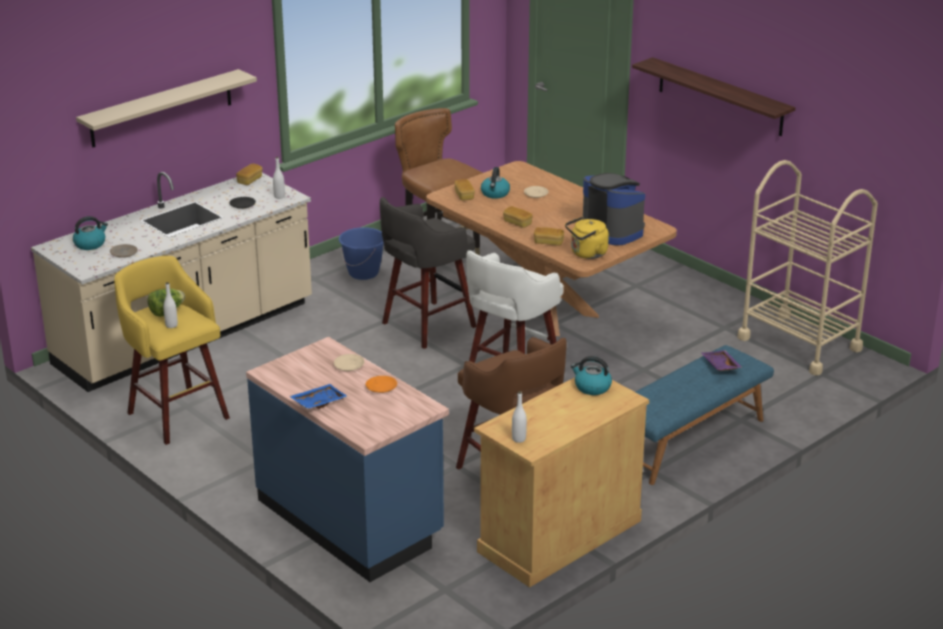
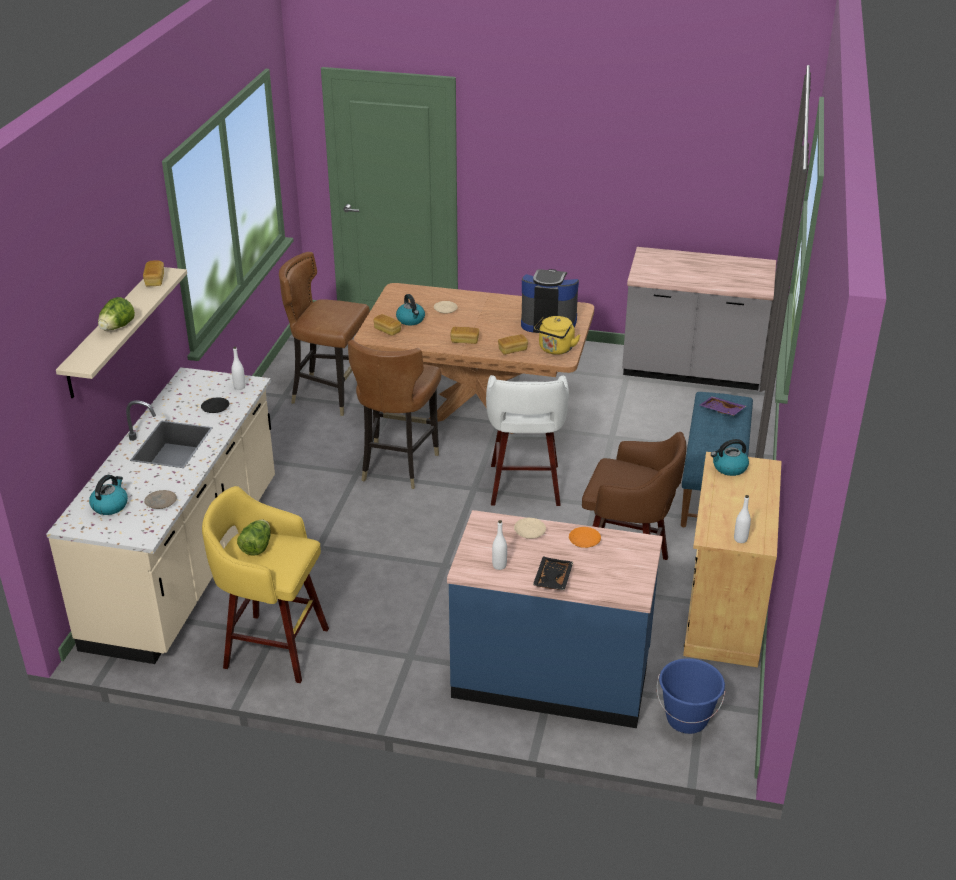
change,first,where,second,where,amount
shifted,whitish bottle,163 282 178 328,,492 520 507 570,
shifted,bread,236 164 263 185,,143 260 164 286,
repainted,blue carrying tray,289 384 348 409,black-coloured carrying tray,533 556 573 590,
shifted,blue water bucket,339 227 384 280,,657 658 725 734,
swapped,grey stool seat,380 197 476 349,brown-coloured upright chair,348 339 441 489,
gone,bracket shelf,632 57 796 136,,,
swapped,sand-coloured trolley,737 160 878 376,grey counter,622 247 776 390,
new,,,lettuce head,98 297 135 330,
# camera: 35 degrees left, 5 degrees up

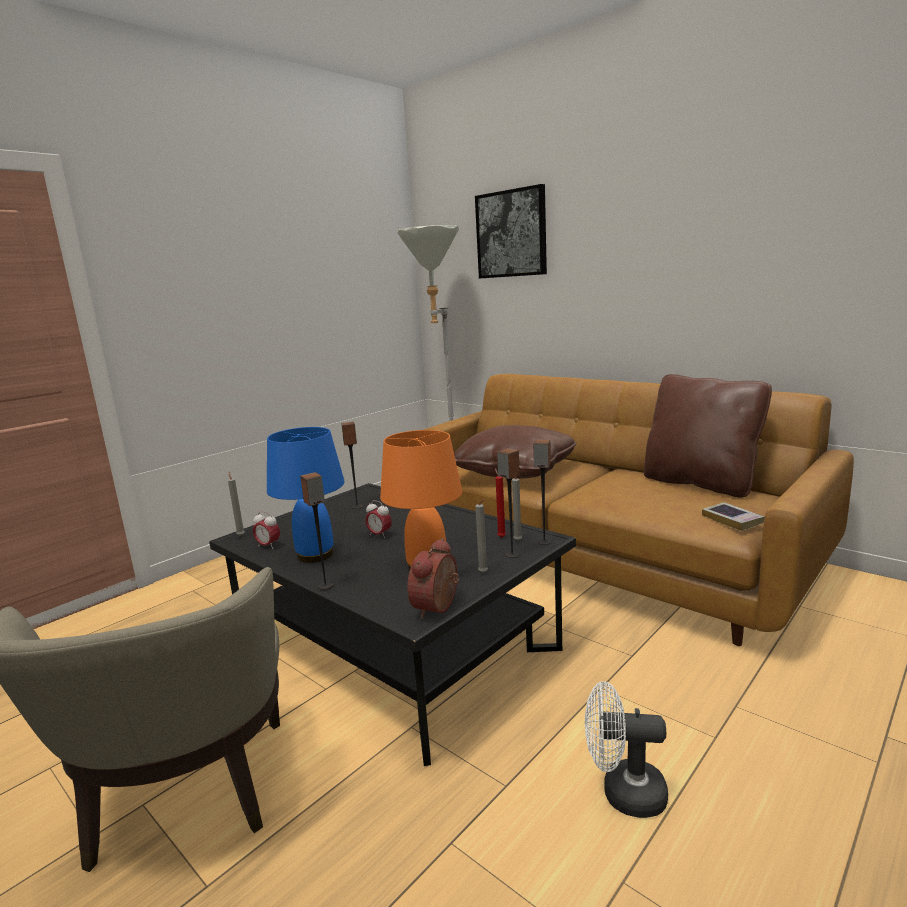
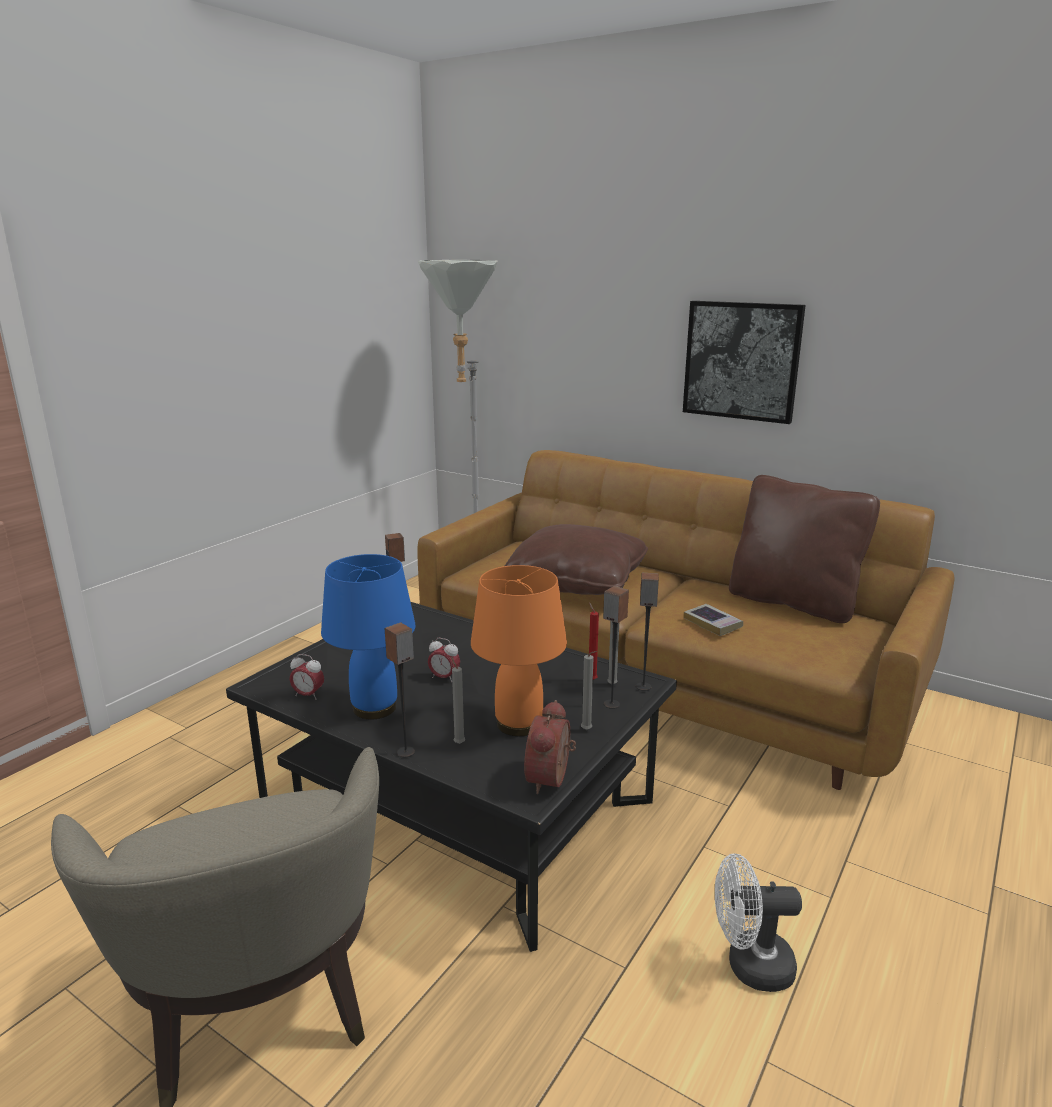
change,first,where,second,where,amount
shifted,grey wax light,228 472 245 536,,451 656 465 744,
shifted,picture,475 184 547 279,,683 301 806 424,
shifted,bound book,702 502 765 531,,684 604 743 636,
# camera: 10 degrees left, 5 degrees up

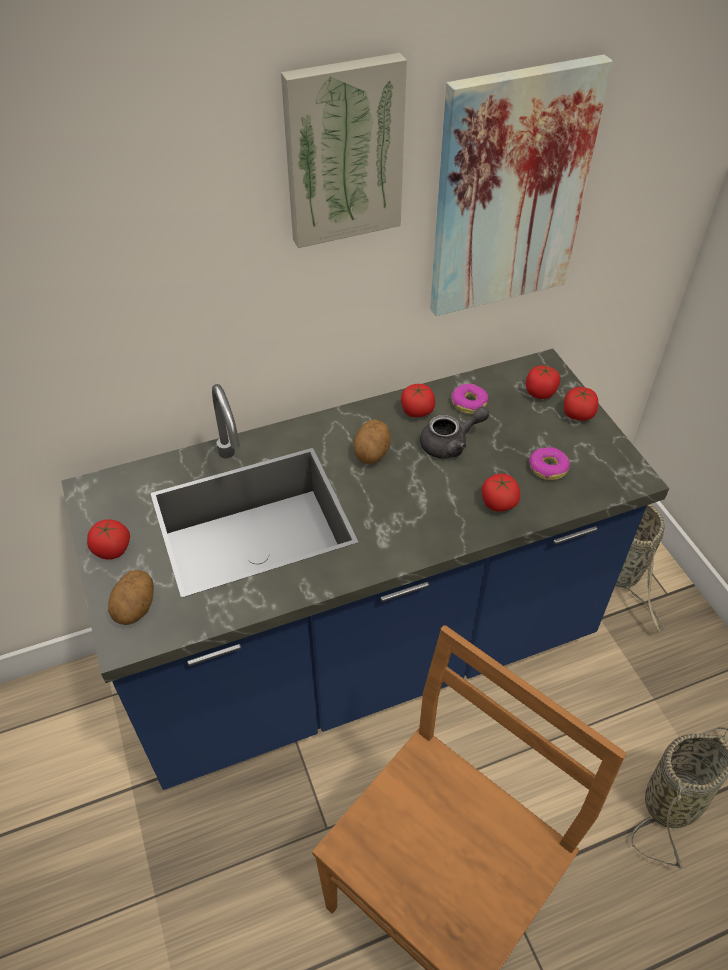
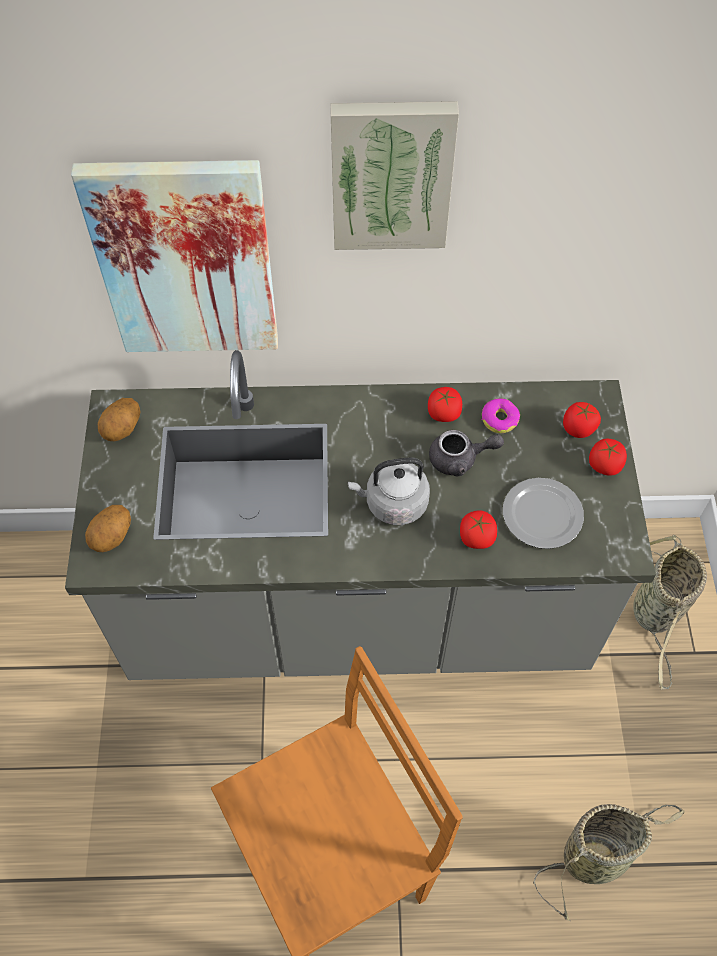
change,first,where,second,where,amount
repainted,blue counter,61 349 669 790,grey counter,65 350 656 680,
gone,whole tomato,87 519 130 560,,,
shifted,spud,354 419 390 464,,98 398 141 441,
shifted,picture,430 54 613 316,,71 160 278 352,
swapped,doughnut,529 447 570 480,plate,503 478 584 549,
new,,,grey water kettle,348 458 430 525,
# camera: 20 degrees right, 10 degrees up

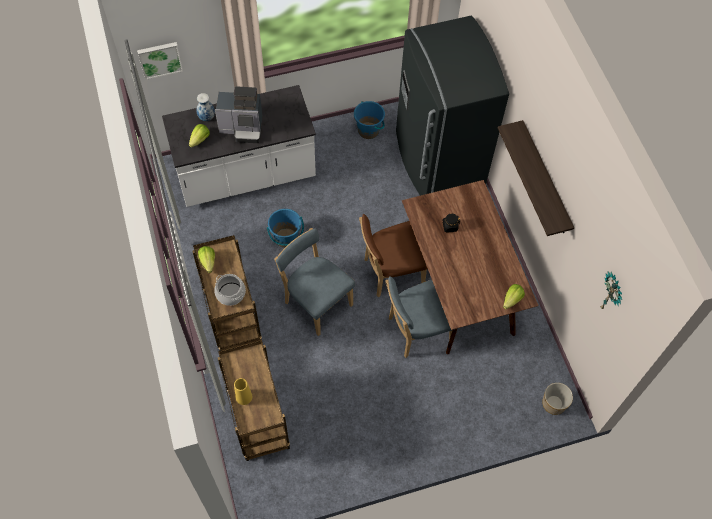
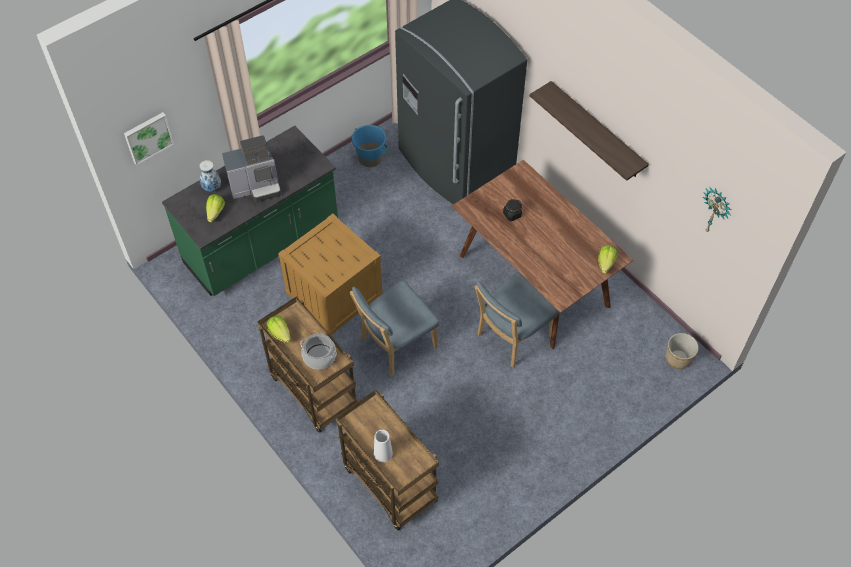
change,first,where,second,where,amount
repainted,whitish counter,162 85 316 207,green-coloured counter,162 126 338 296,
repainted,yellow-coloured decorative vase,234 378 252 405,whitish decorative vase,374 430 393 462,
swapped,blue water bucket,267 209 304 248,shipping crate,278 214 383 335,
rotated,blue upright chair,274 228 355 336,,350 281 440 376,60 degrees counterclockwise
gone,brown-coloured upright chair,359 214 428 297,,,
# camera: 20 degrees left, 5 degrees down

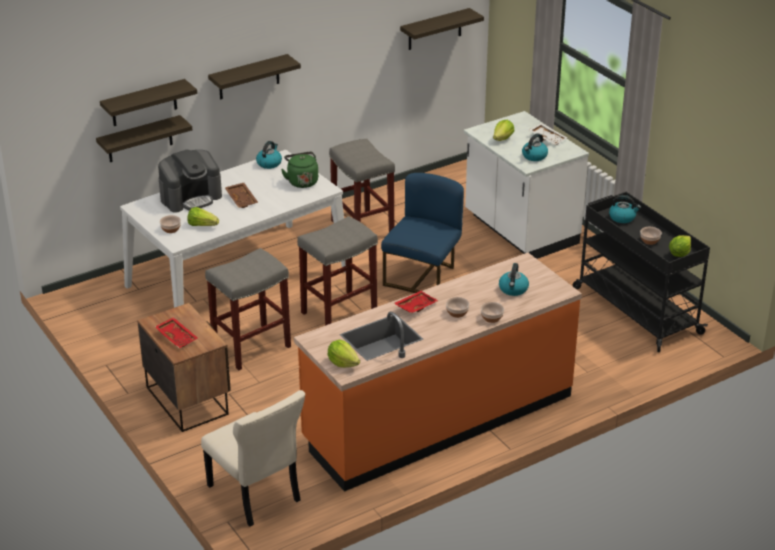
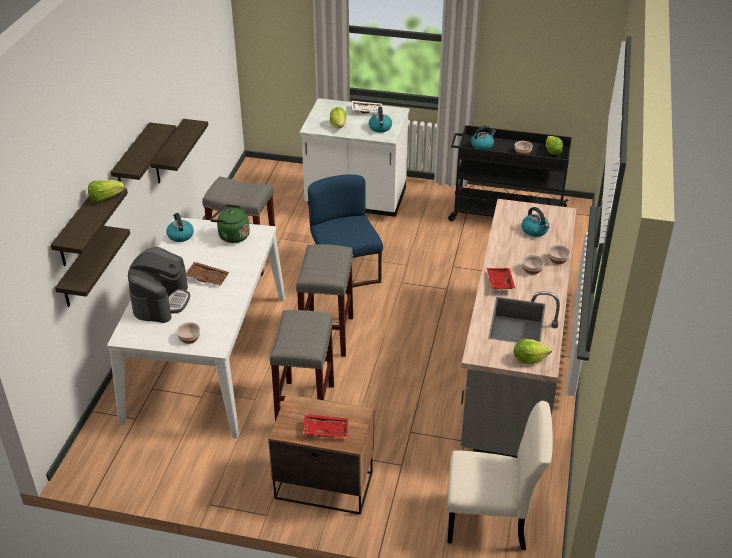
change,first,where,second,where,amount
shifted,lettuce head,188 207 219 226,,88 180 125 203,
repainted,orange-coloured counter,294 253 582 492,grey counter,461 199 576 458,
shifted,bracket shelf,400 8 484 50,,151 119 208 183,
# camera: 45 degrees left, 5 degrees up

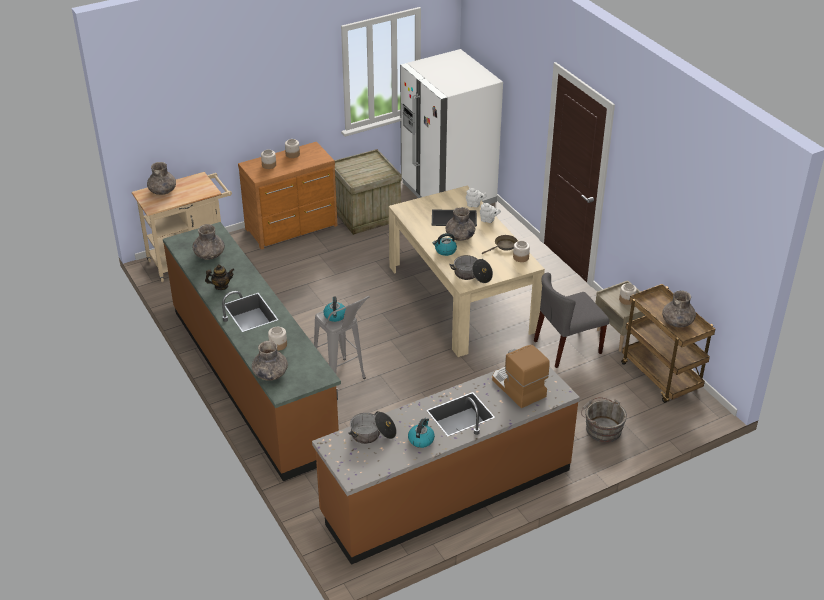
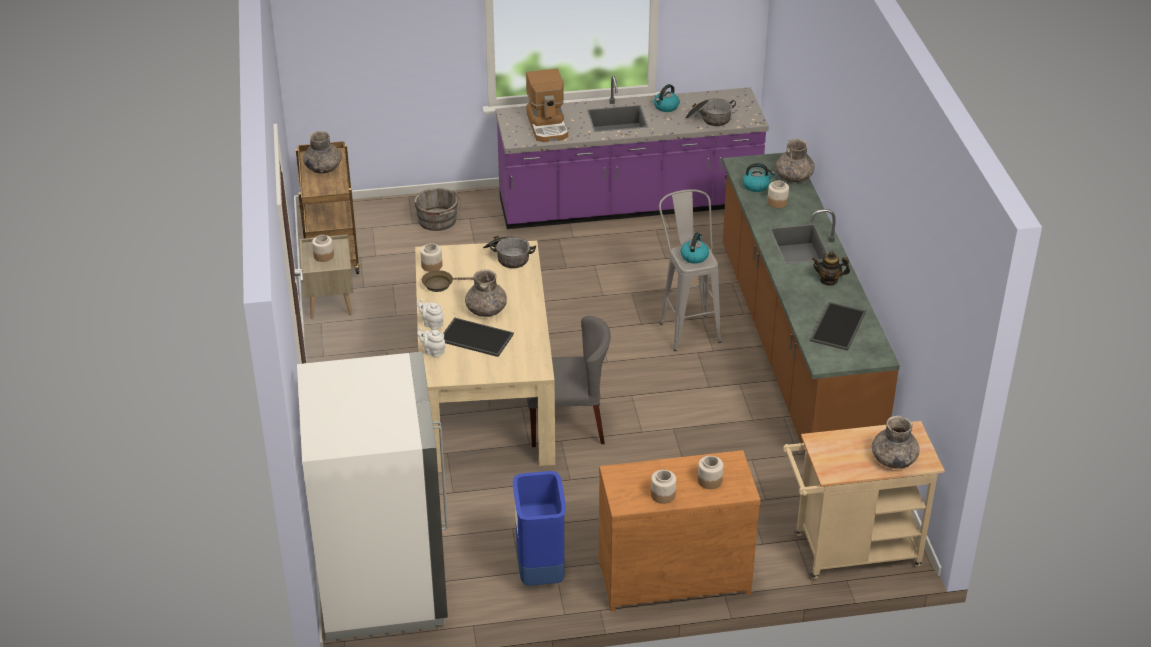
change,first,where,second,where,amount
swapped,grey decorative vase,192 224 225 260,carrying tray,810 302 866 351,
repainted,brown-coloured counter,312 366 580 565,purple counter,495 76 769 229,
swapped,shipping crate,335 149 402 235,blue rubbish bin,513 471 566 586,
shifted,water kettle,433 233 457 256,,742 163 775 192,
shifted,grey upright chair,534 273 609 368,,527 316 611 447,
# camera: 160 degrees left, 0 degrees up

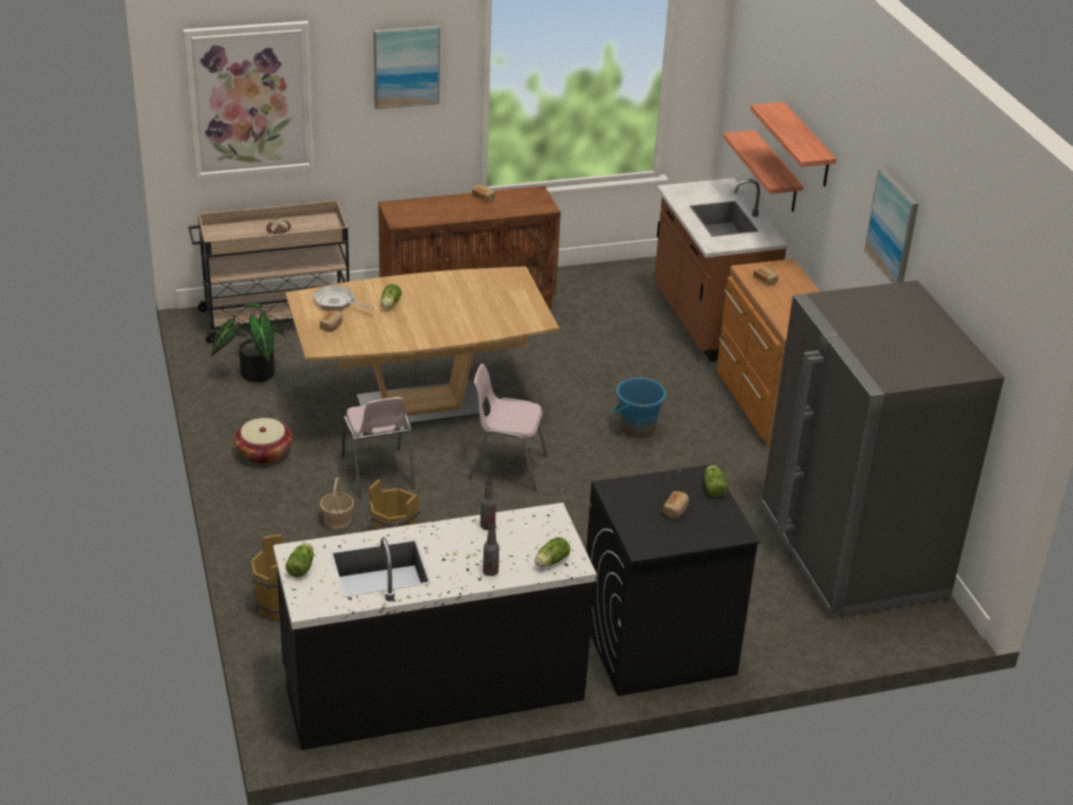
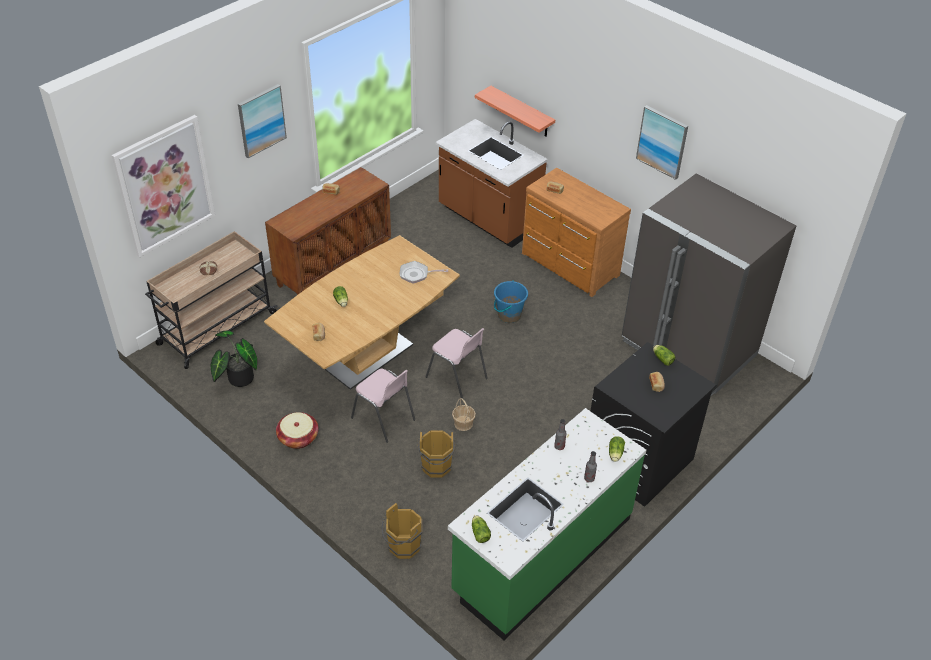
change,first,where,second,where,amount
repainted,black-coloured counter,273 503 597 750,green-coloured counter,448 408 646 640,
shifted,pan,312 286 374 311,,400 261 448 284,
shifted,household basket,320 477 354 529,,452 398 476 431,
rotated,pinkish upright chair,468 364 547 491,,425 328 488 399,120 degrees counterclockwise
gone,bracket shelf,750 102 837 186,,,
# camera: 30 degrees left, 10 degrees up

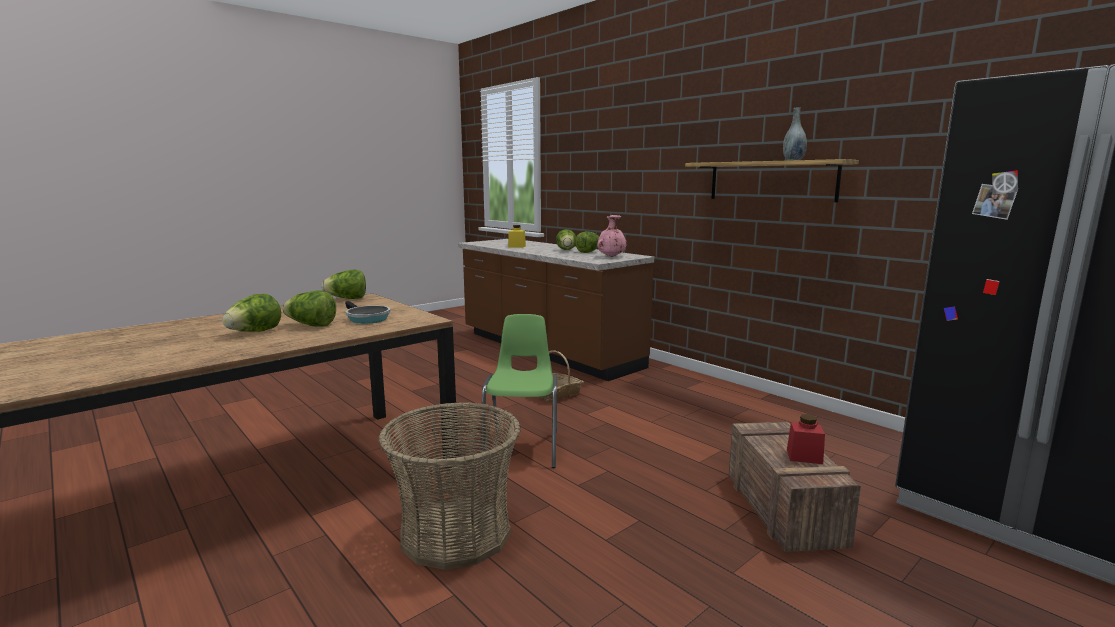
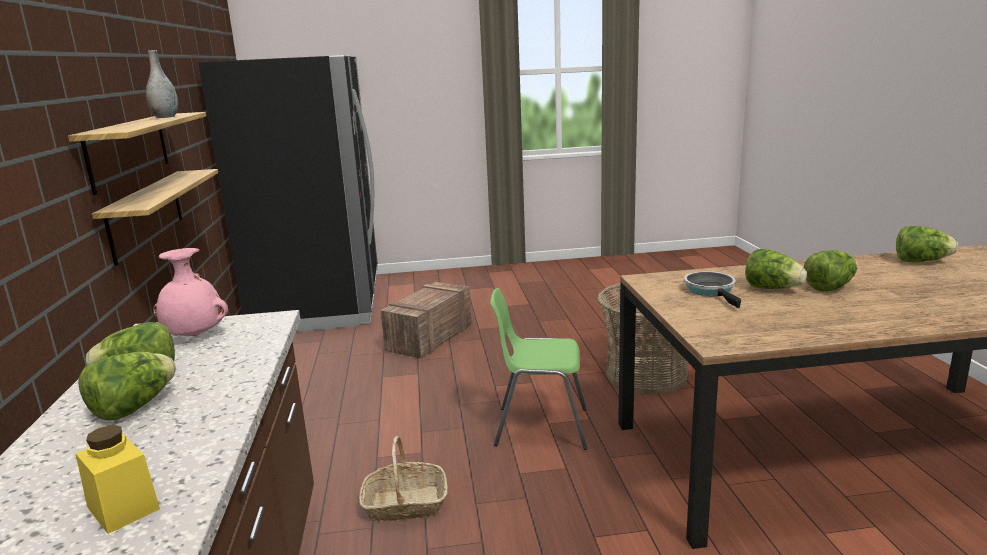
change,first,where,second,where,amount
shifted,lettuce head,322 270 366 299,,896 226 958 262,
rotated,green-coloured upright chair,481 314 557 468,,490 288 588 450,60 degrees clockwise
gone,reddish jar,787 414 825 464,,,
new,,,bracket shelf,92 169 218 266,
# camera: 145 degrees left, 5 degrees up

